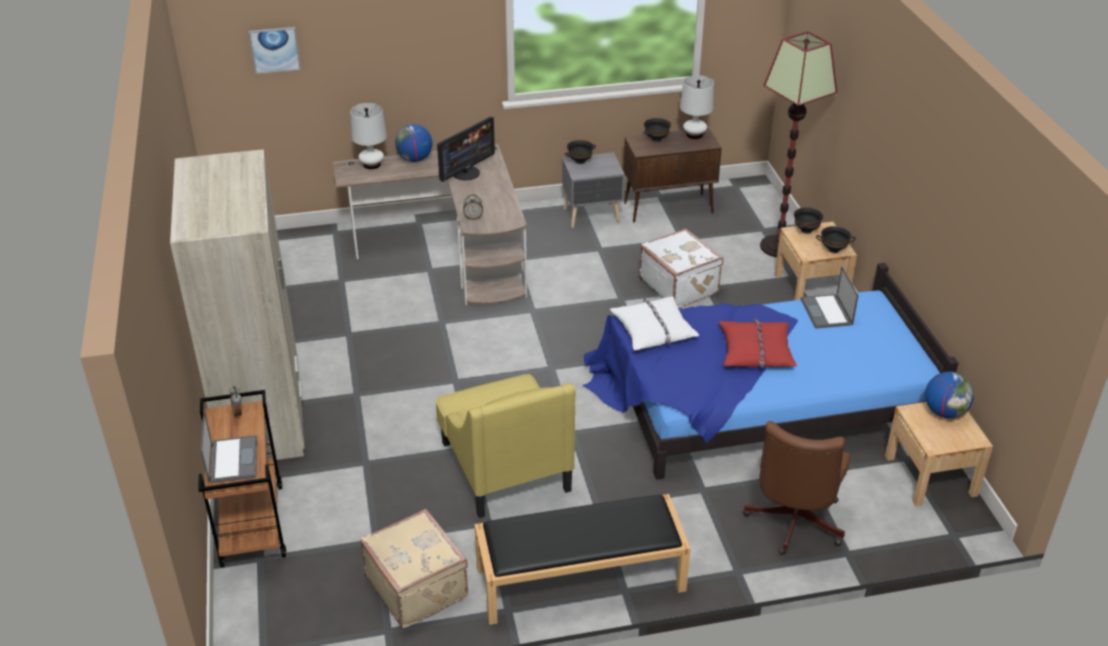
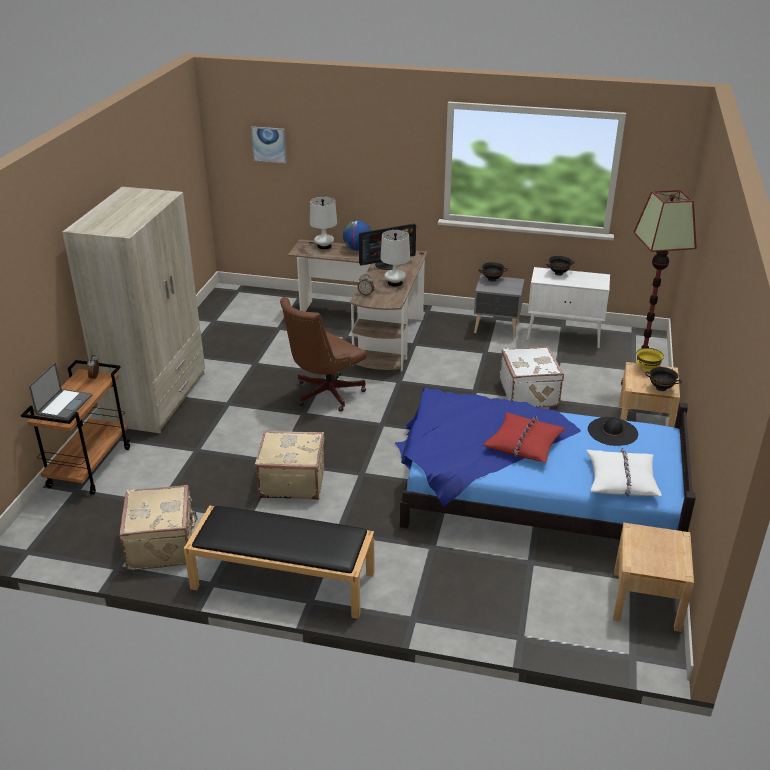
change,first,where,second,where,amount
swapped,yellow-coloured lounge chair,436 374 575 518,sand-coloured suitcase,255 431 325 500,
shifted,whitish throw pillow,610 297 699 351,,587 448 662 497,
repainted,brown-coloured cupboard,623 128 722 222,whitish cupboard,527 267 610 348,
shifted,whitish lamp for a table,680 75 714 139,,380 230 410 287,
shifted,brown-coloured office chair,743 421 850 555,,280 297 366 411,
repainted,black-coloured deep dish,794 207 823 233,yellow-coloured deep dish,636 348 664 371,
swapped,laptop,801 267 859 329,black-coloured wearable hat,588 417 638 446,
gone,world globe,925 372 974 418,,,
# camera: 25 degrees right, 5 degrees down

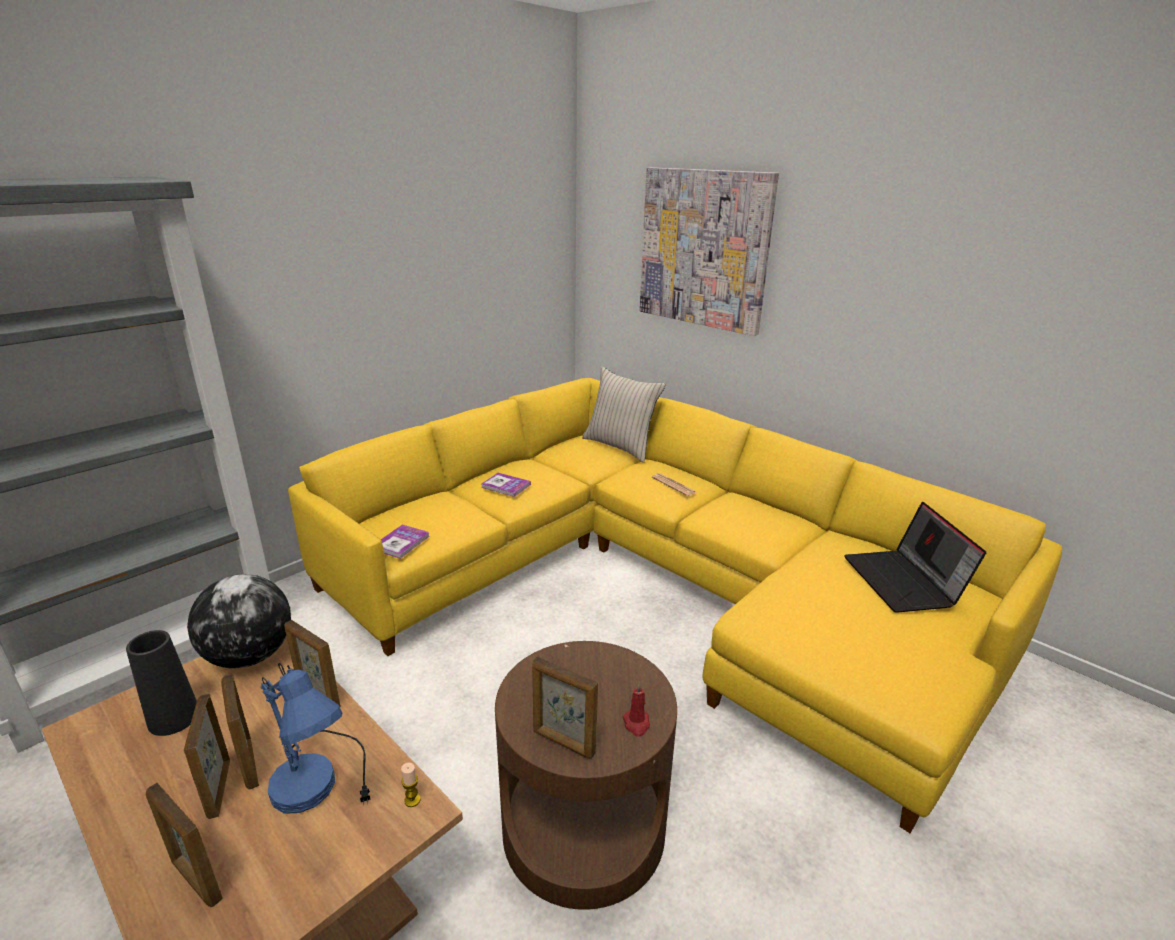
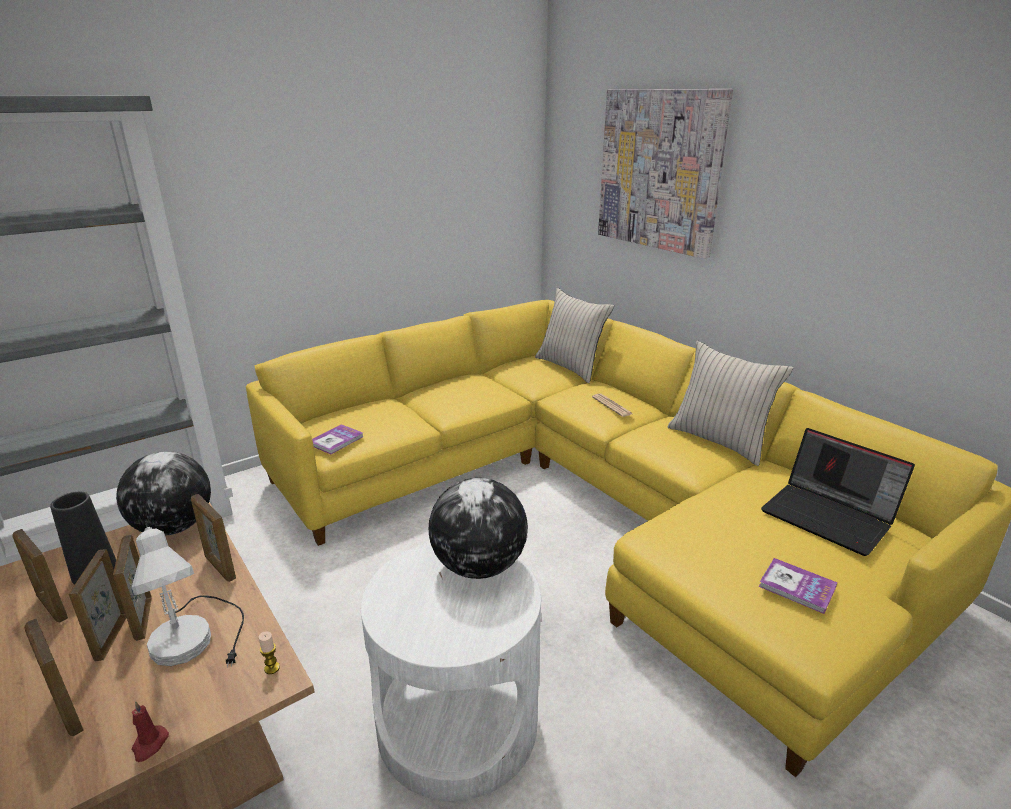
change,first,where,second,where,amount
repainted,blue lamp for a table,261 662 371 814,whitish lamp for a table,132 522 244 667,
shifted,bound book,481 473 531 497,,759 558 838 614,
repainted,brown-coloured side table,495 641 677 910,whitish side table,361 543 541 801,
shifted,standing frame,532 657 598 759,,12 529 68 622,
shifted,reddish wax light,623 683 650 737,,132 701 169 762,
rotated,laptop,844 502 986 613,,761 428 915 556,45 degrees counterclockwise
new,,,world globe,429 478 528 579,
new,,,sand-coloured throw pillow,668 341 793 466,
# camera: 10 degrees right, 0 degrees up

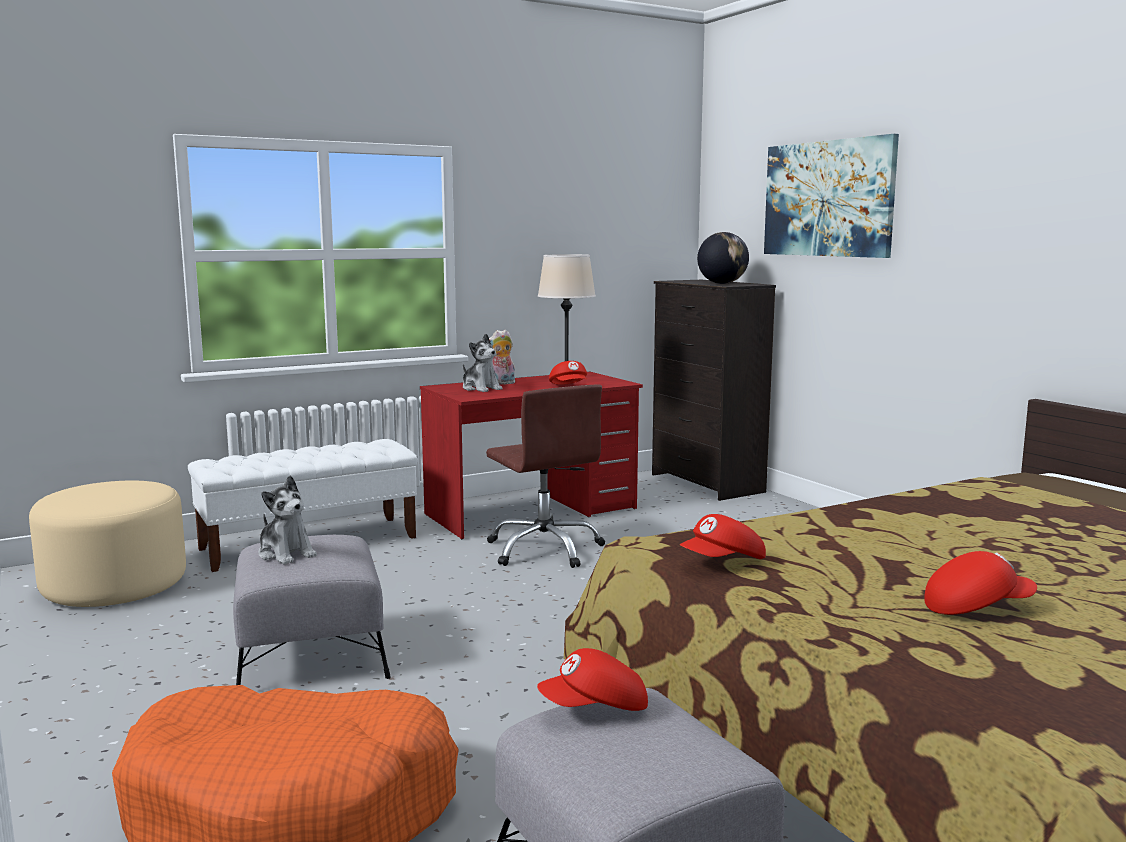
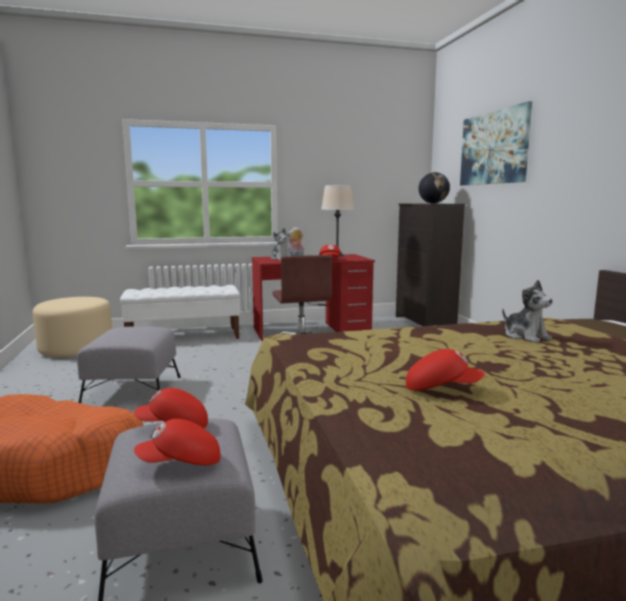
change,first,where,second,where,amount
shifted,soft toy,258 476 317 565,,502 280 553 343,
shifted,reddish baseball cap,680 514 766 559,,134 419 221 465,
# camera: 15 degrees right, 0 degrees up

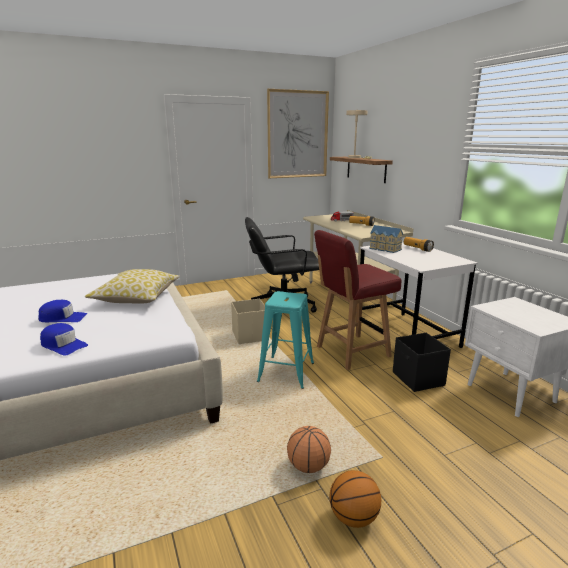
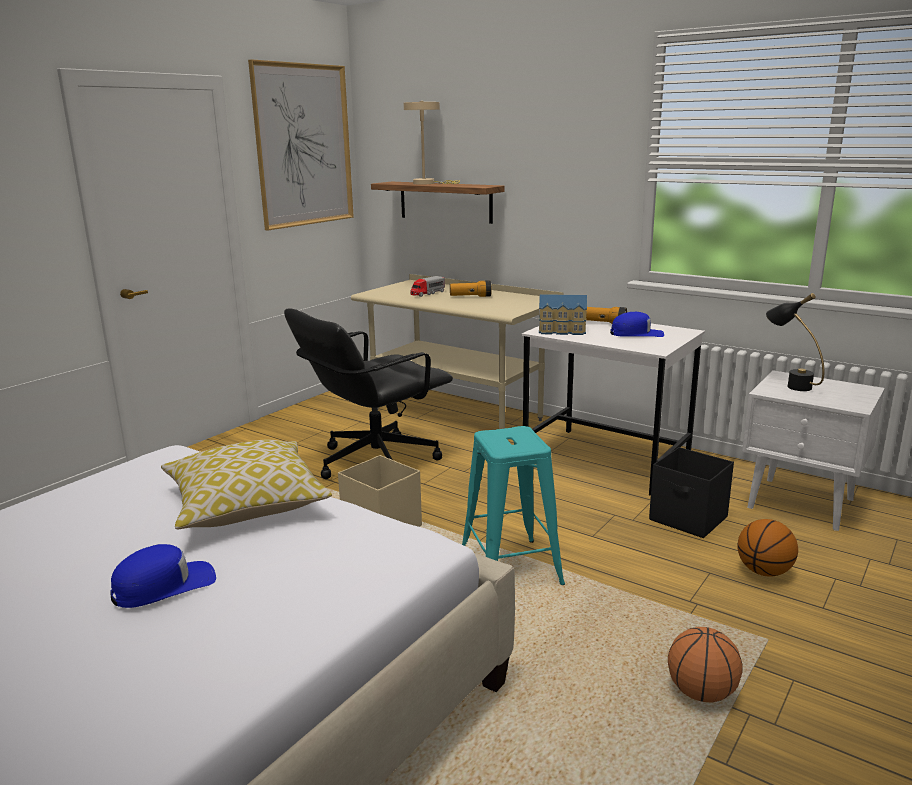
change,first,where,second,where,amount
shifted,blue baseball cap,40 323 88 356,,610 312 664 337,
gone,reddish upright chair,314 230 402 370,,,
shifted,basketball,330 470 381 528,,737 519 798 577,
new,,,black-coloured lamp for a table,766 293 824 391,
# camera: 30 degrees left, 0 degrees up

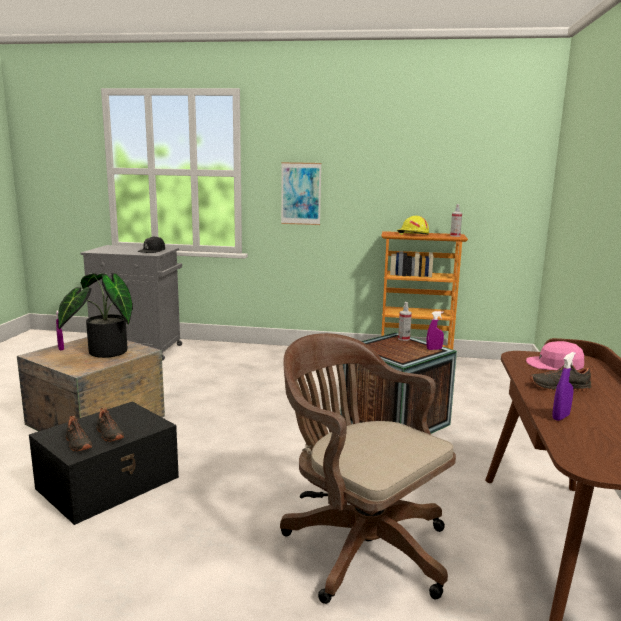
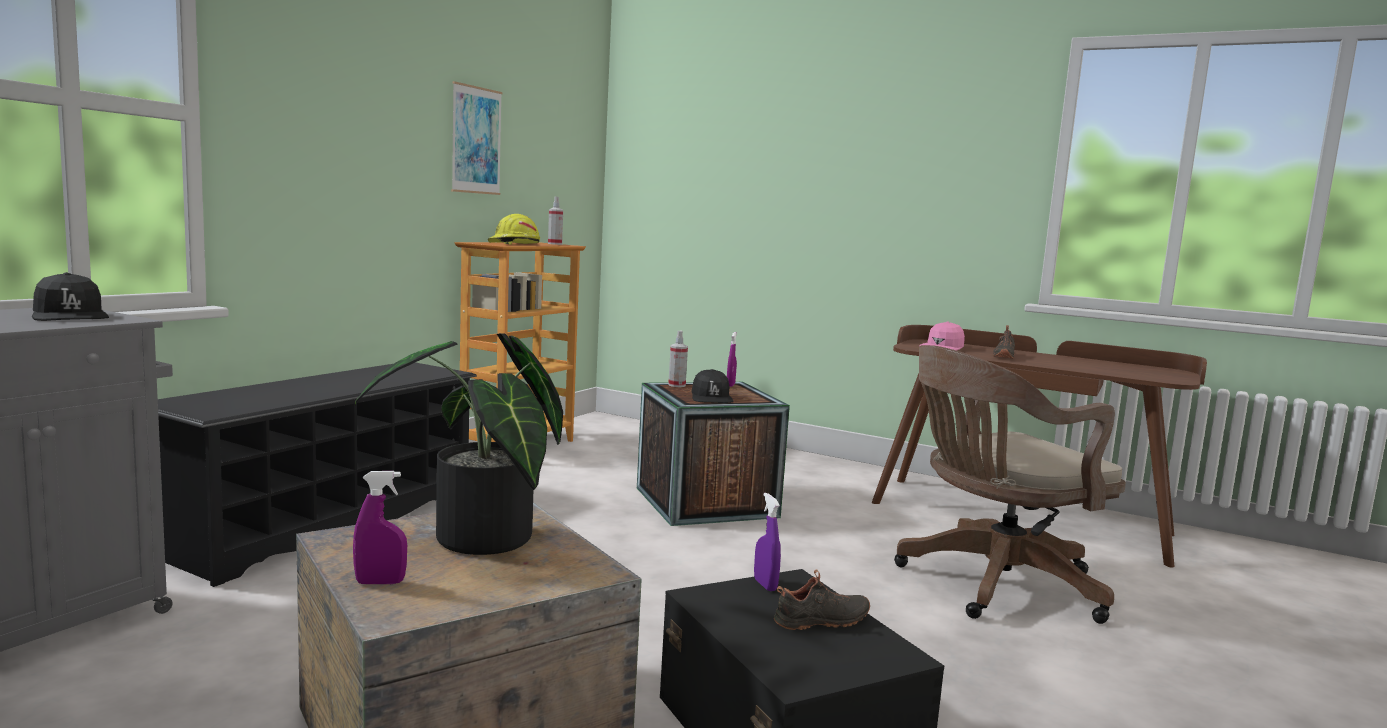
change,first,where,second,where,amount
gone,black-coloured shoe,66 416 92 452,,,
shifted,picture,281 162 321 225,,451 81 502 195,
shifted,purple spray bottle,552 352 576 421,,754 493 781 591,
new,,,black-coloured shoe stand,158 362 477 587,
new,,,black-coloured baseball cap,691 369 733 403,
# camera: 70 degrees left, 5 degrees down

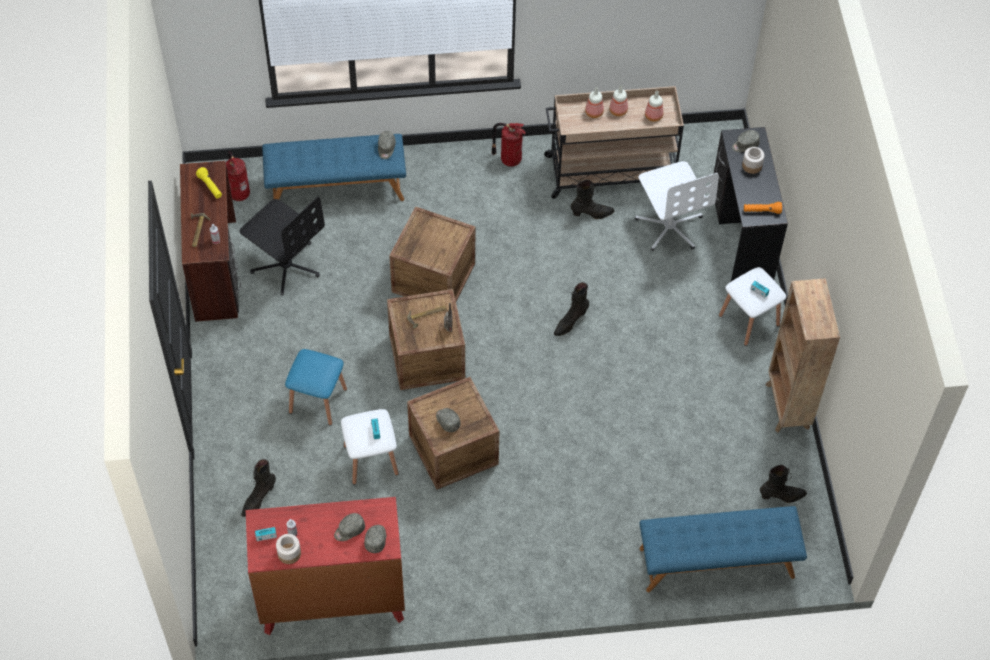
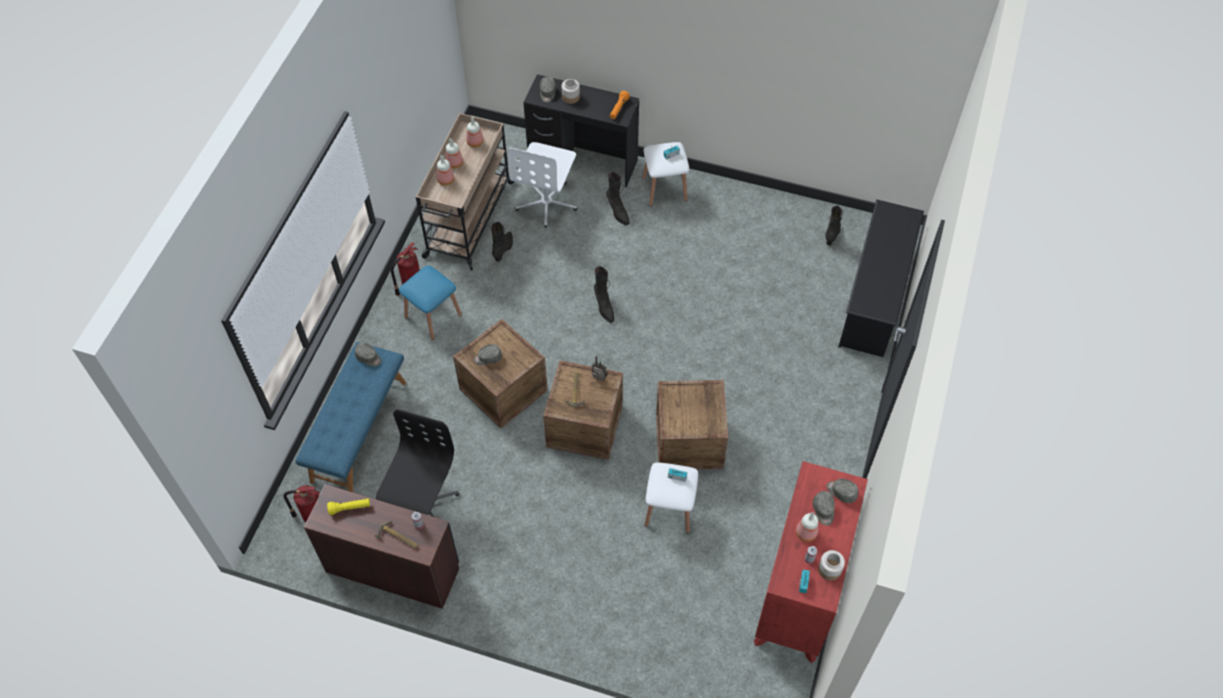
change,first,where,second,where,amount
rotated,black-coloured office chair,240 197 325 295,,376 409 459 517,45 degrees counterclockwise
shifted,black-coloured boot,241 459 276 517,,607 172 630 226,
shifted,blue stool seat,285 349 347 425,,399 266 462 340,
shifted,grey baseball cap,436 408 461 432,,474 344 502 365,
rotated,whitish office chair,635 161 719 251,,508 142 577 228,105 degrees clockwise
swapped,blue long seat,639 506 807 592,black-coloured shoe stand,839 200 924 357,
gone,brown-coloured bookshelf,765 278 840 432,,,
new,,,bottle,796 512 818 542,
# camera: 65 degrees left, 0 degrees up

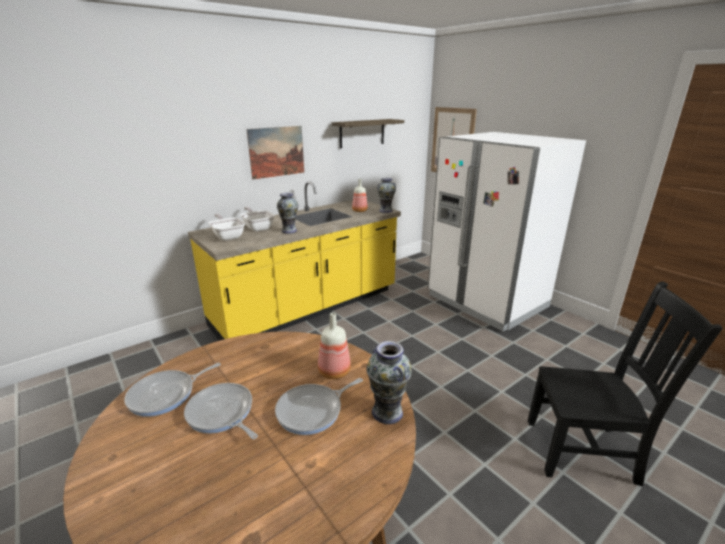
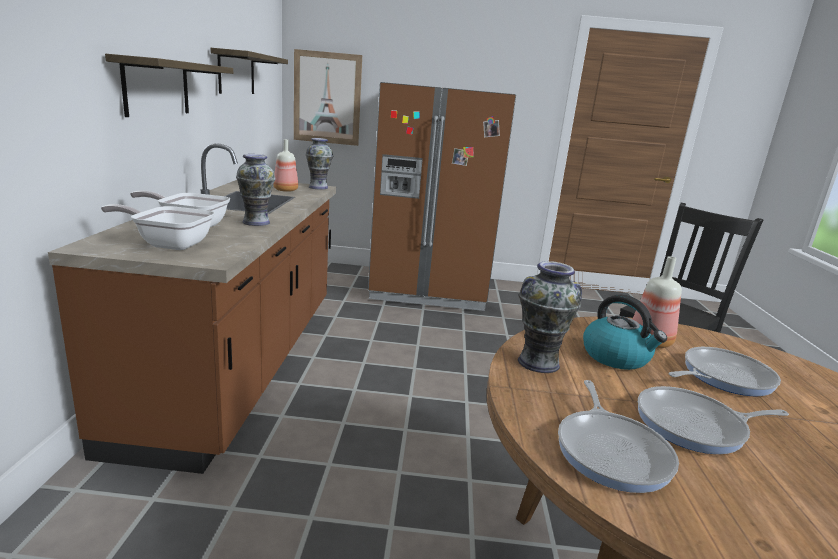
change,first,where,second,where,amount
repainted,yellow-coloured counter,188 181 401 341,brown-coloured counter,48 143 336 474,
swapped,picture,247 126 304 179,bracket shelf,105 54 233 117,
rotated,pan,275 378 363 435,,668 347 781 396,120 degrees counterclockwise
shifted,decorative vase,367 341 412 424,,518 261 582 373,
repainted,whitish refrigerator,428 132 586 331,brown-coloured refrigerator,368 82 516 311,
new,,,water kettle,583 294 667 370,
# camera: 50 degrees left, 5 degrees down

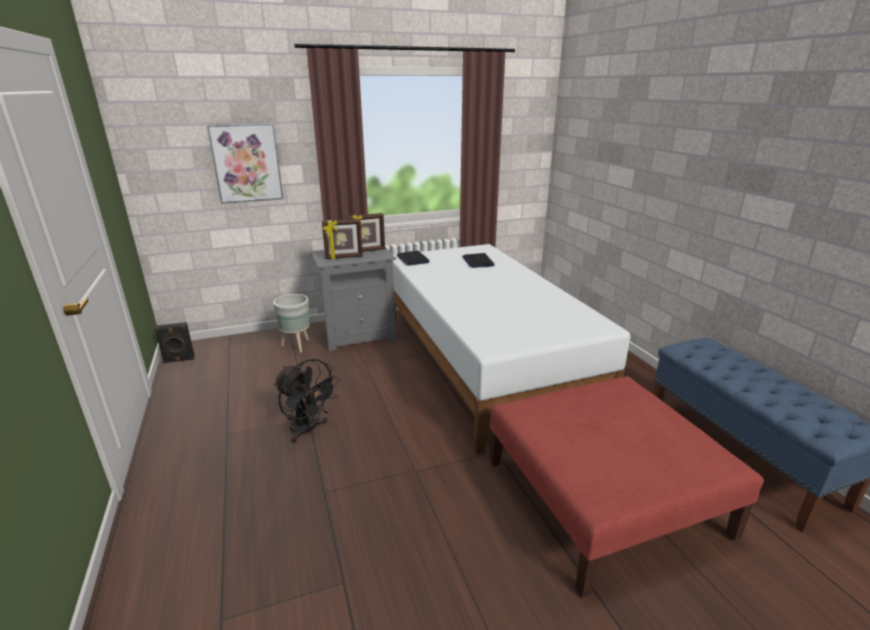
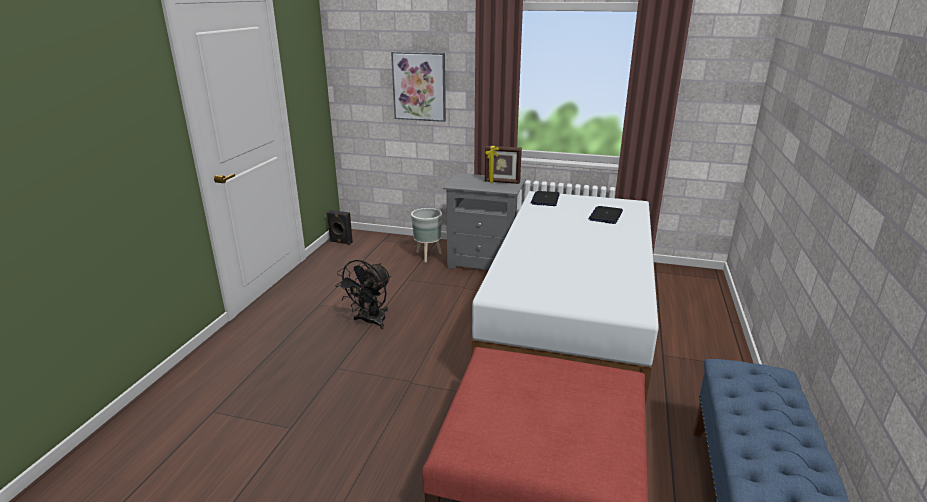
change,first,where,second,where,amount
rotated,black-coloured cooling fan,274 359 340 443,,335 260 391 329,45 degrees clockwise
gone,standing frame,322 219 363 259,,,
# camera: 35 degrees right, 0 degrees up

